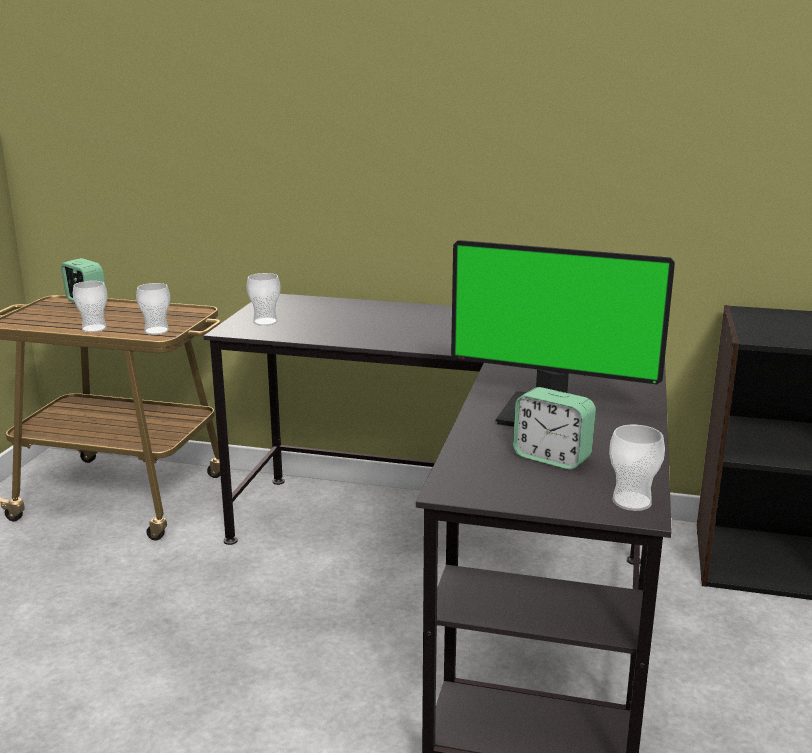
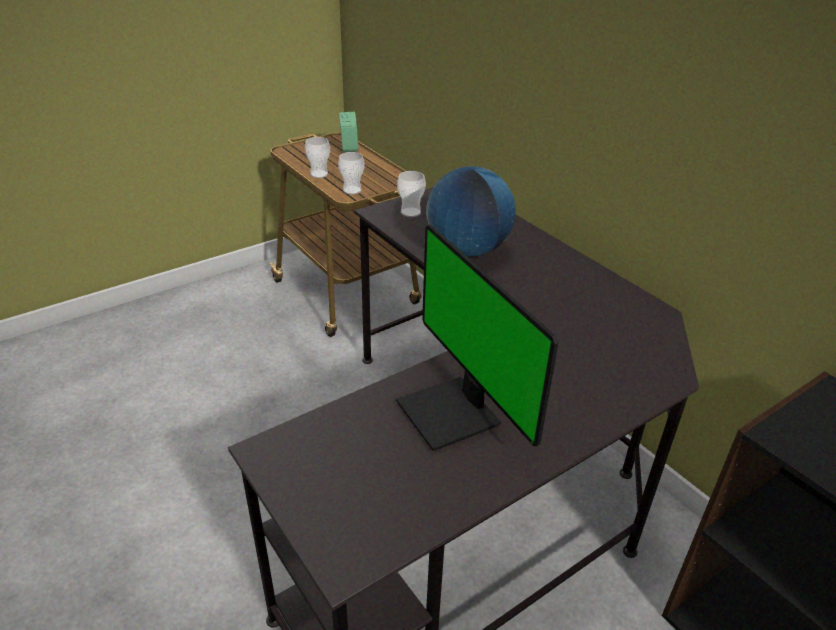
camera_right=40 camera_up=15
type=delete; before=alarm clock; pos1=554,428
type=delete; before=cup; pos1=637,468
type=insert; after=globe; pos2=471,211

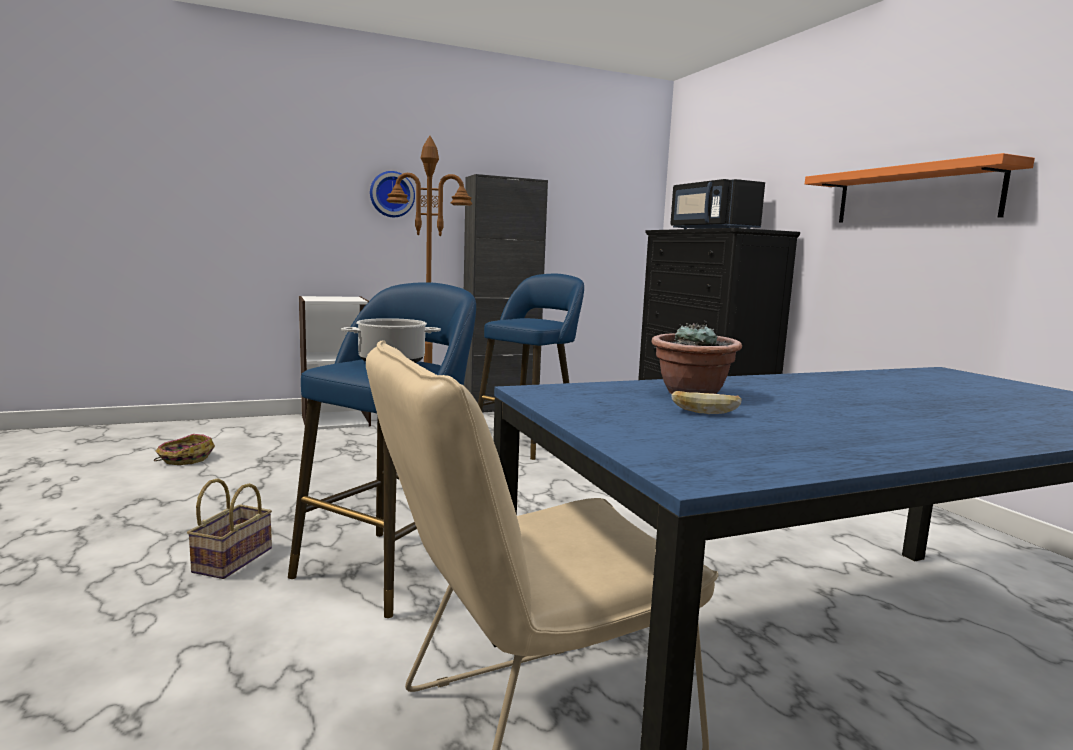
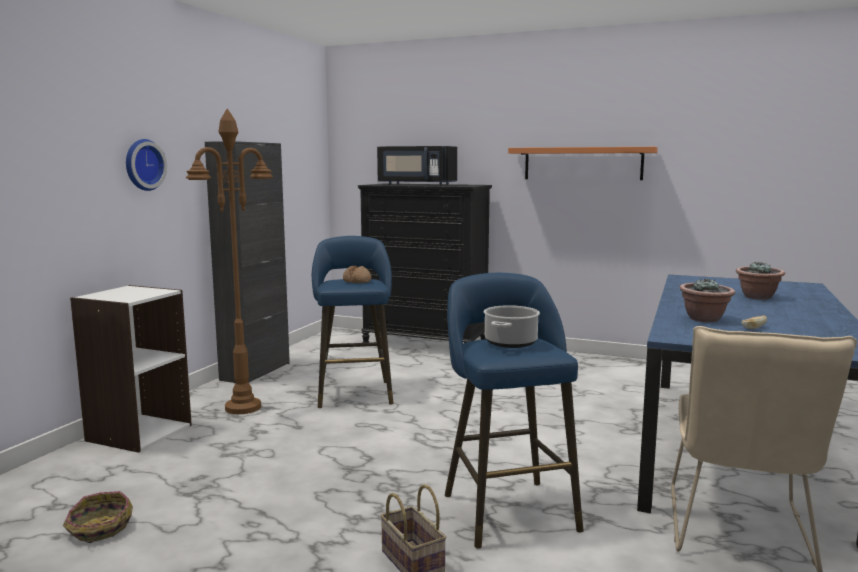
camera_right=-45 camera_up=0
type=insert; after=bread; pos2=357,274
type=insert; after=potted plant; pos2=760,281

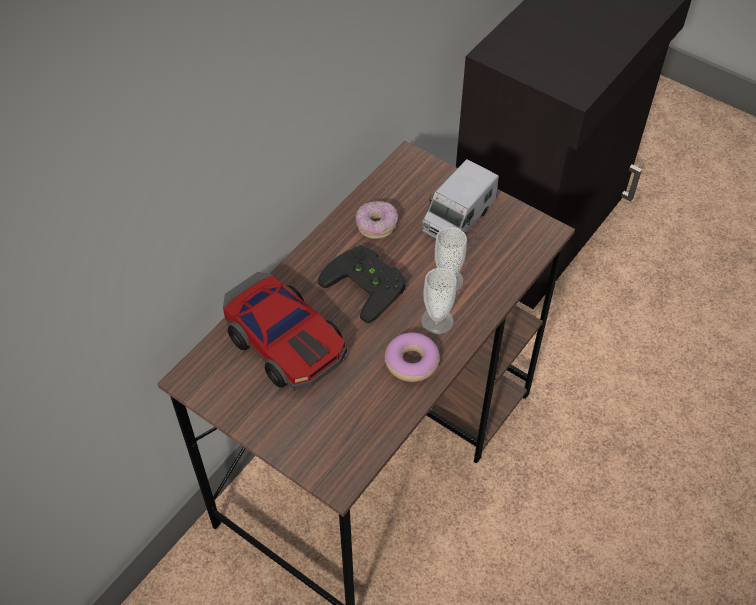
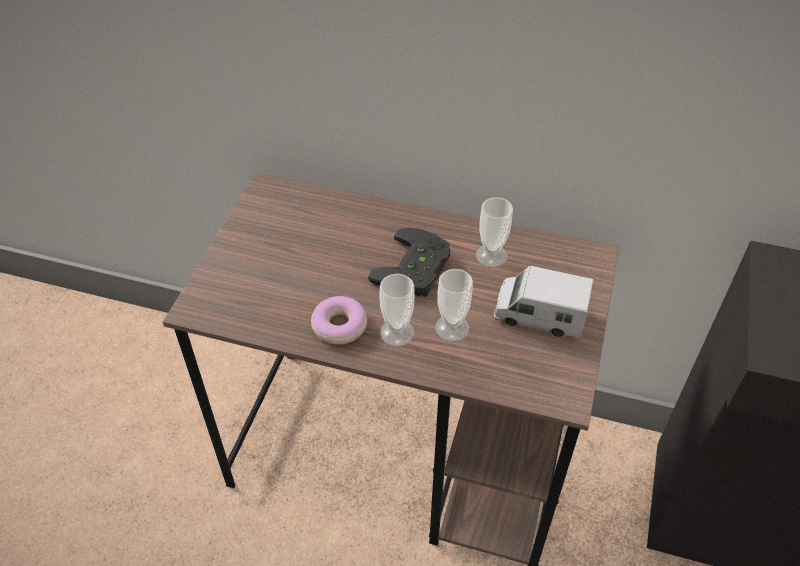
camera_right=70 camera_up=-5
type=delete; before=toy car; pos1=285,331
type=replace; before=donut; after=cup; pos1=377,220; pos2=494,232

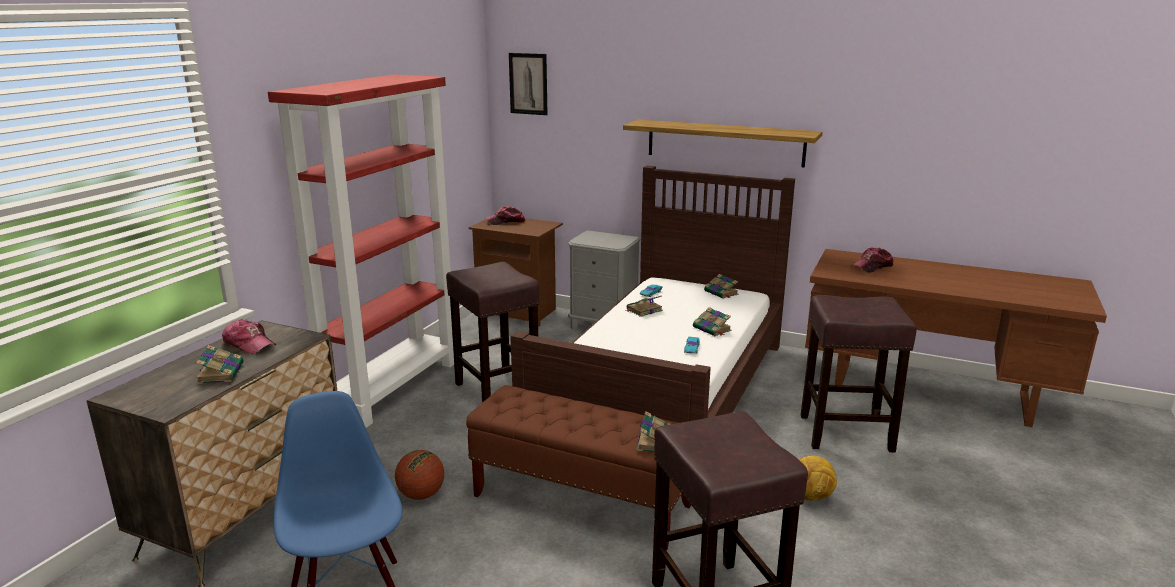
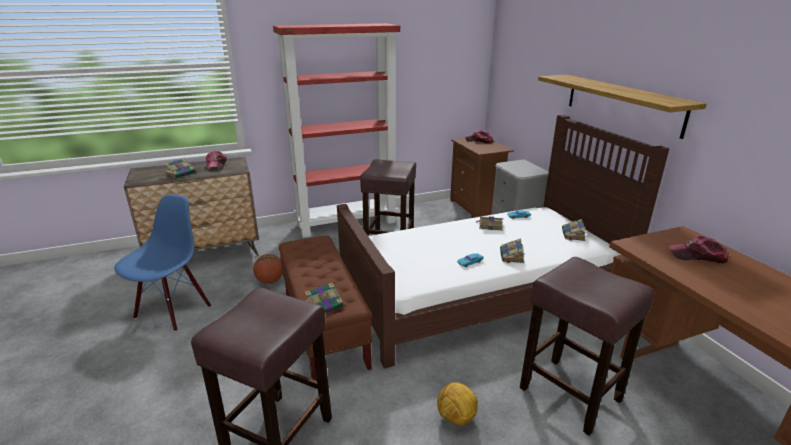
camera_right=45 camera_up=5
type=delete; before=picture; pos1=528,84

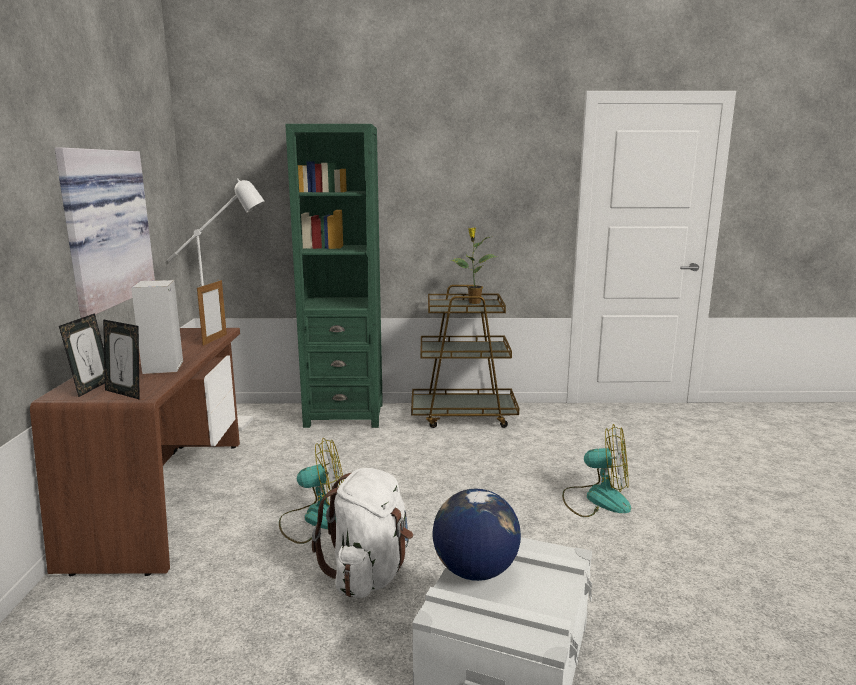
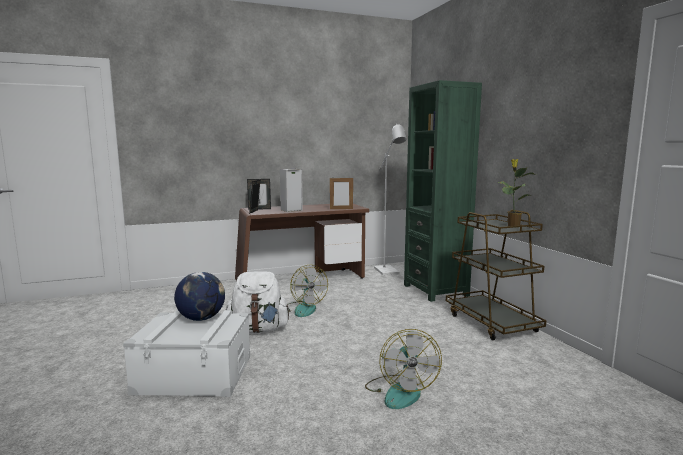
camera_right=70 camera_up=-5
type=delete; before=picture; pos1=105,233

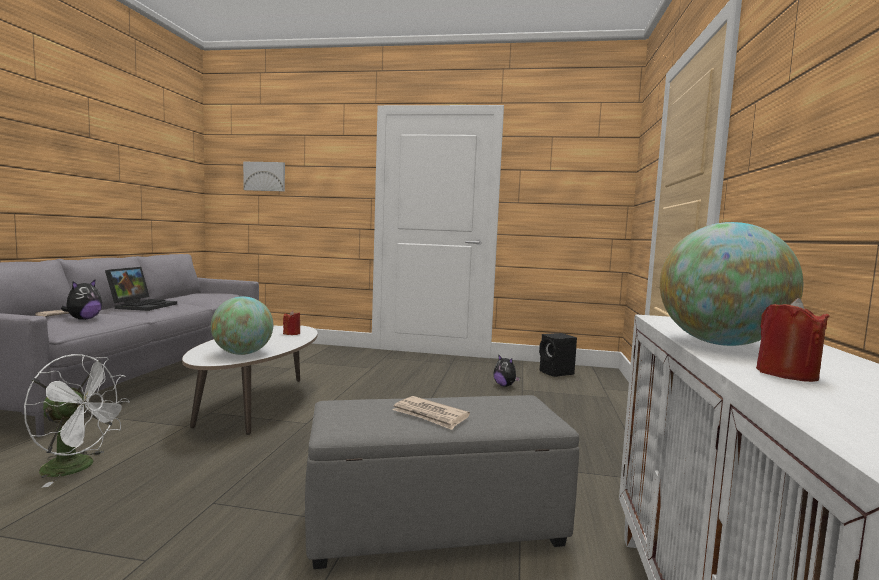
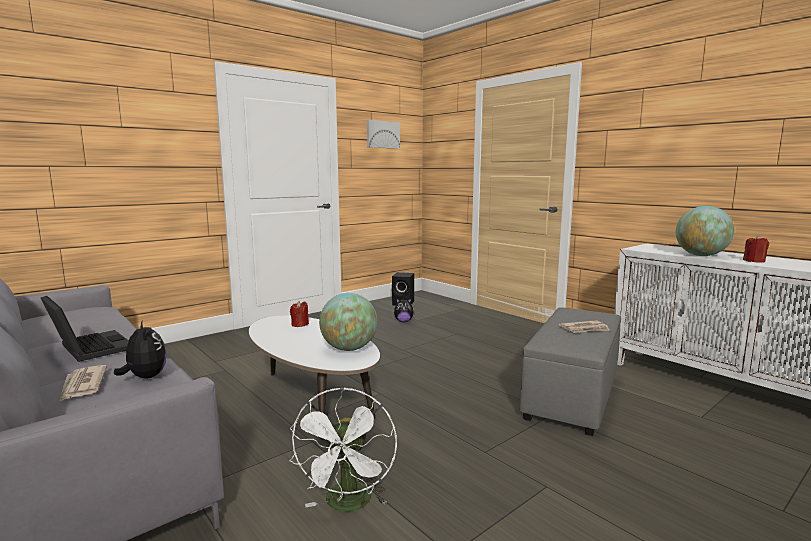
camera_right=-50 camera_up=5
type=move; before=picture; pos1=264,177; pos2=383,134
type=rotate; before=fan/white; pos1=77,421; pos2=343,449; turn=135

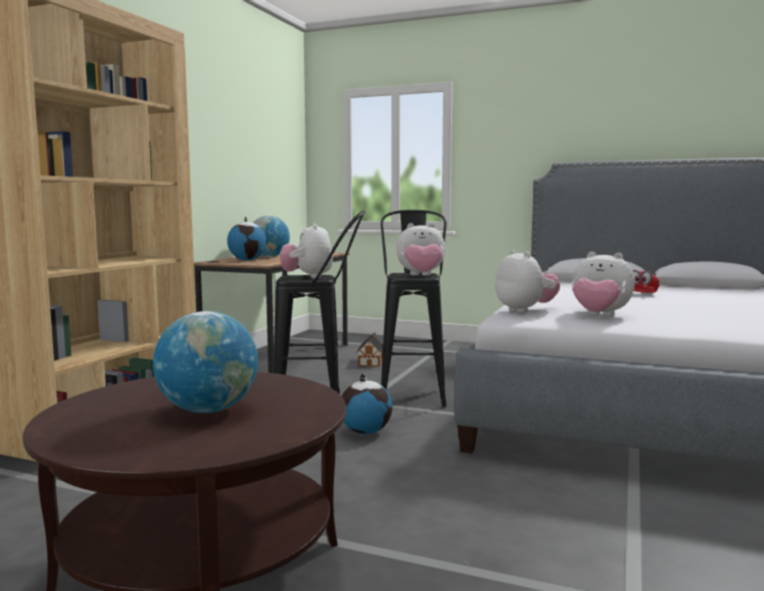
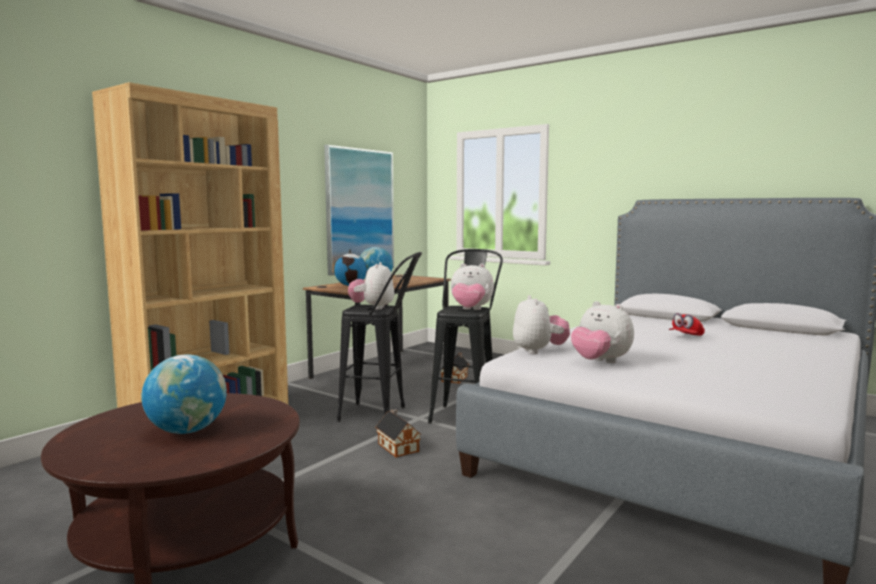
camera_right=15 camera_up=0
type=insert; after=picture; pos2=359,210
type=replace; before=globe; after=toy house; pos1=367,404; pos2=398,433

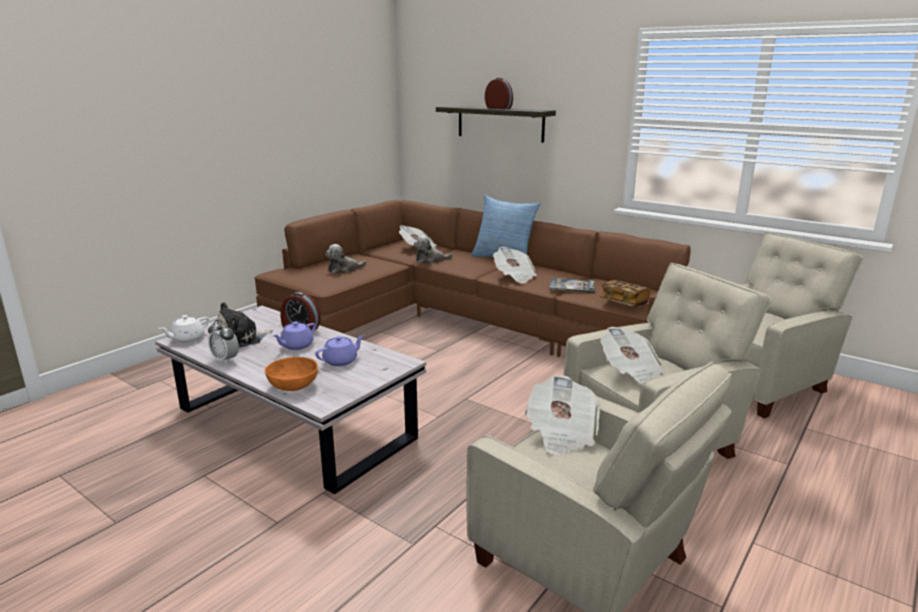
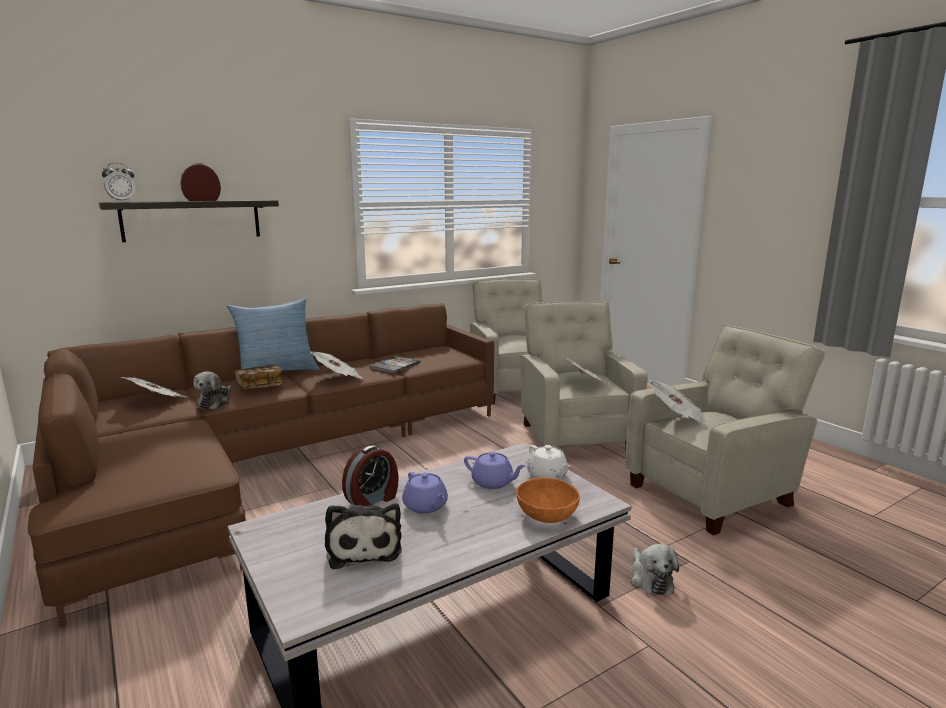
camera_right=-70 camera_up=-5
type=move; before=teapot/white; pos1=184,329; pos2=548,462
type=move; before=alarm clock; pos1=223,342; pos2=119,182
type=move; before=plush toy; pos1=346,259; pos2=655,570
type=move; before=book; pos1=625,293; pos2=259,377
type=rotate; before=teapot/purple; pos1=339,350; pos2=495,470; turn=135

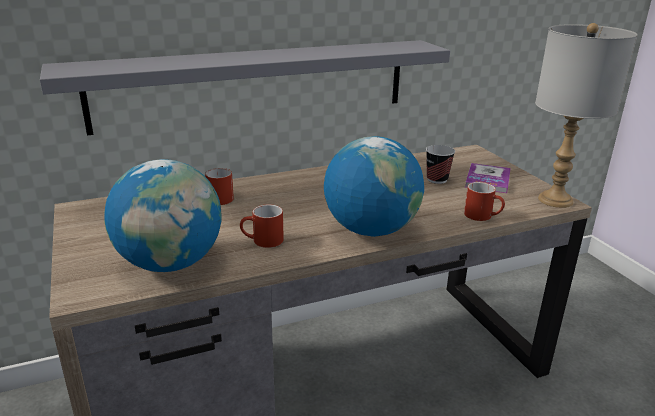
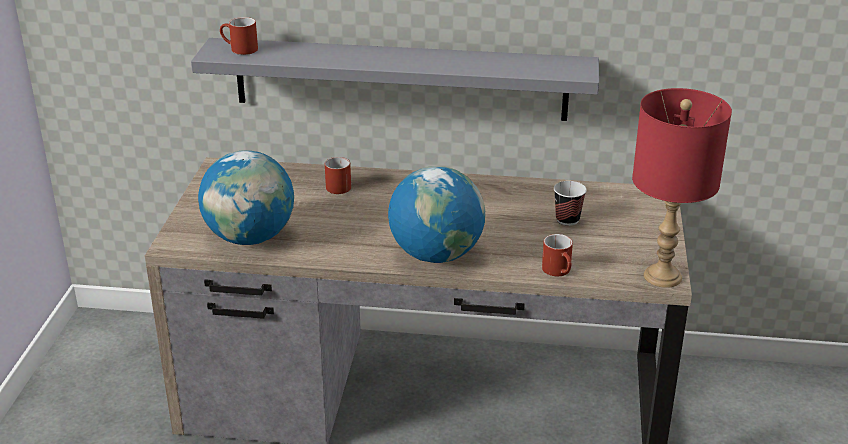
camera_right=30 camera_up=5
type=delete; before=book; pos1=488,178
type=move; before=mug/red; pos1=262,226; pos2=239,36
type=recolor; before=table lamp/grey; after=table lamp/red; pos1=586,115; pos2=682,188

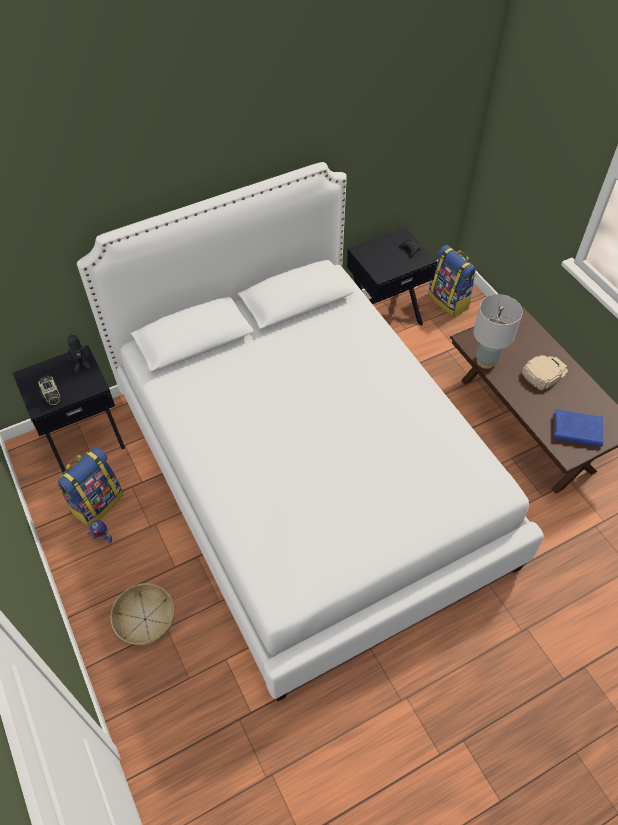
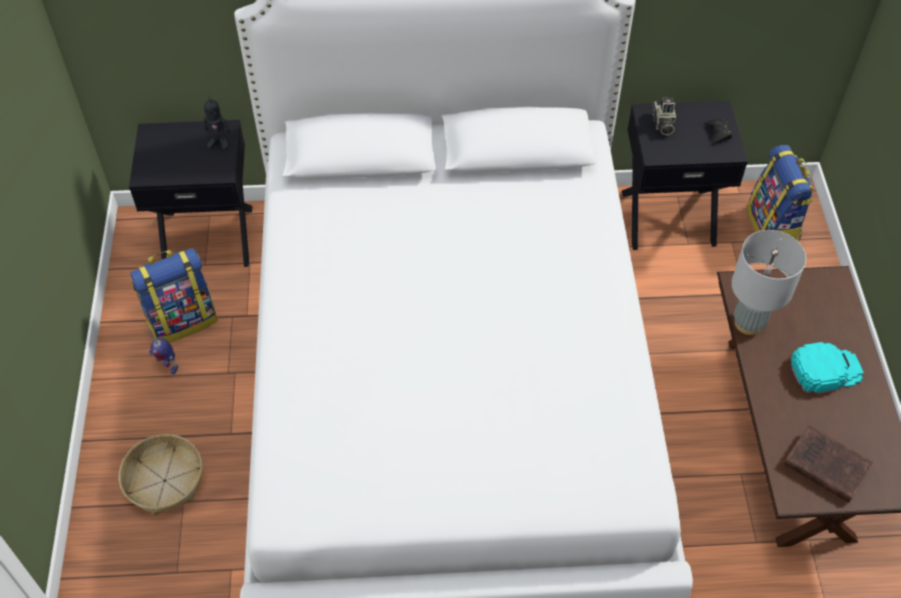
camera_right=25 camera_up=0
type=move; before=photo camera; pos1=49,390; pos2=664,116
type=recolor; before=cap/beige; after=cap/turquoise; pos1=545,373; pos2=827,368
type=recolor; before=book/blue; after=book/brown; pos1=578,428; pos2=828,464

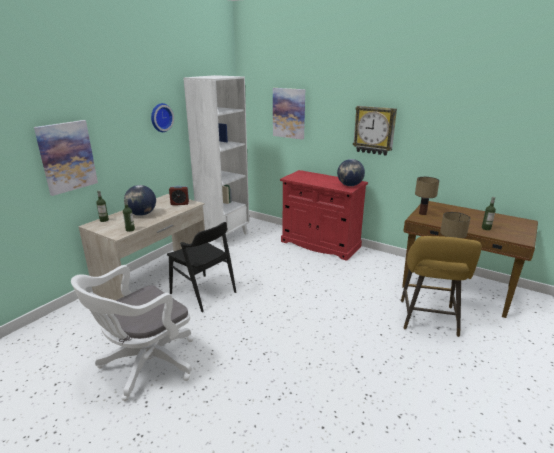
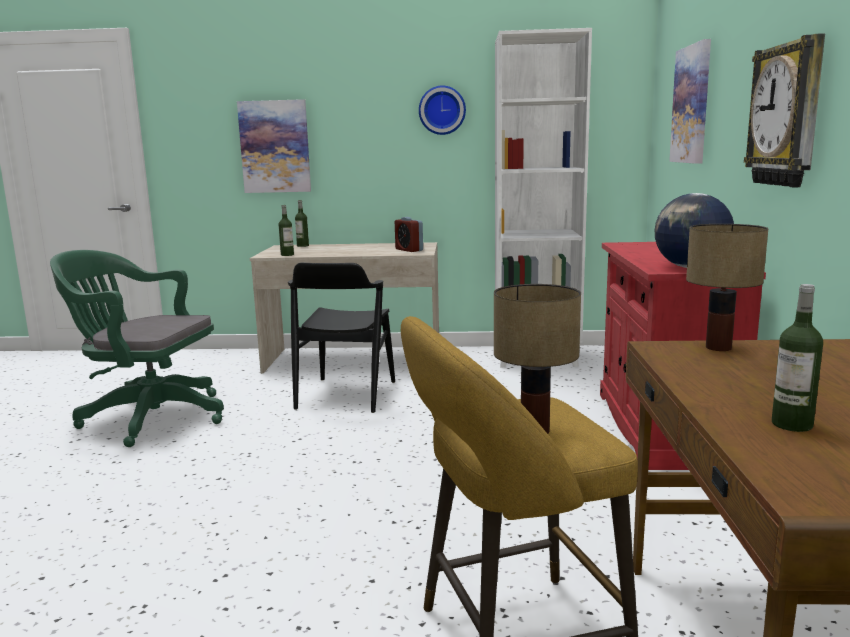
camera_right=60 camera_up=-10
type=delete; before=globe; pos1=140,200
type=recolor; before=office chair/white; after=office chair/green; pos1=132,333; pos2=137,348

